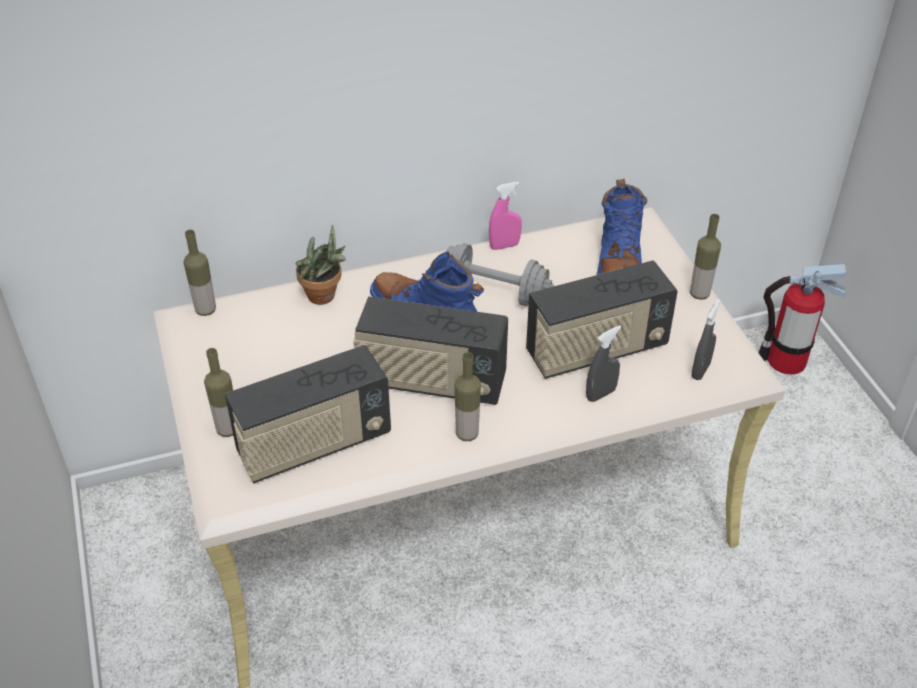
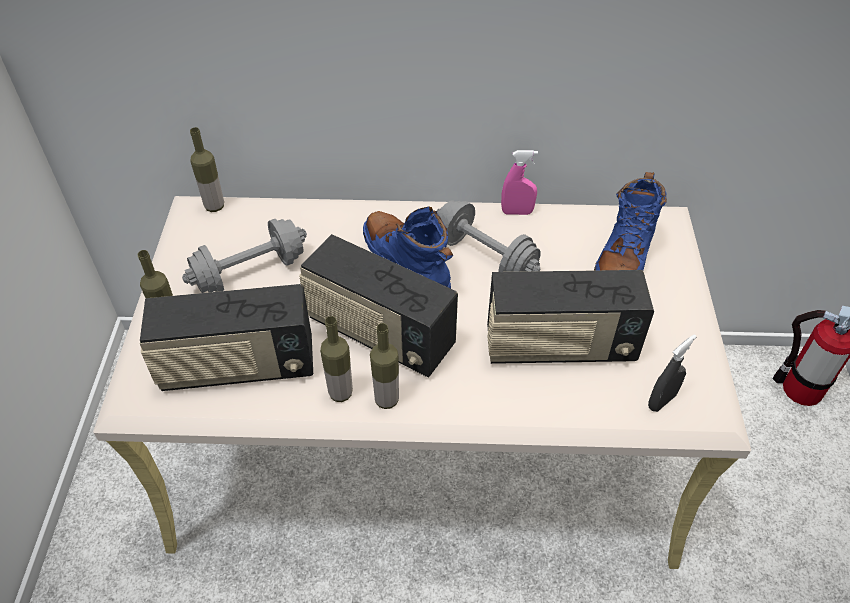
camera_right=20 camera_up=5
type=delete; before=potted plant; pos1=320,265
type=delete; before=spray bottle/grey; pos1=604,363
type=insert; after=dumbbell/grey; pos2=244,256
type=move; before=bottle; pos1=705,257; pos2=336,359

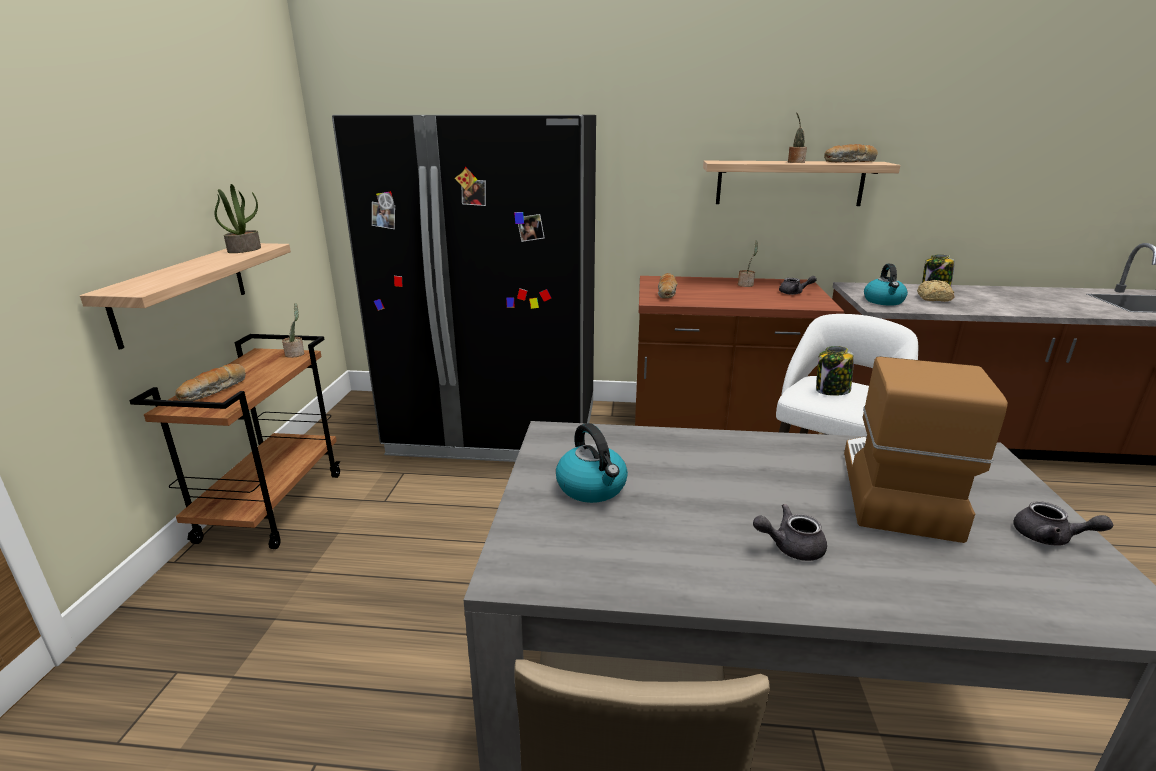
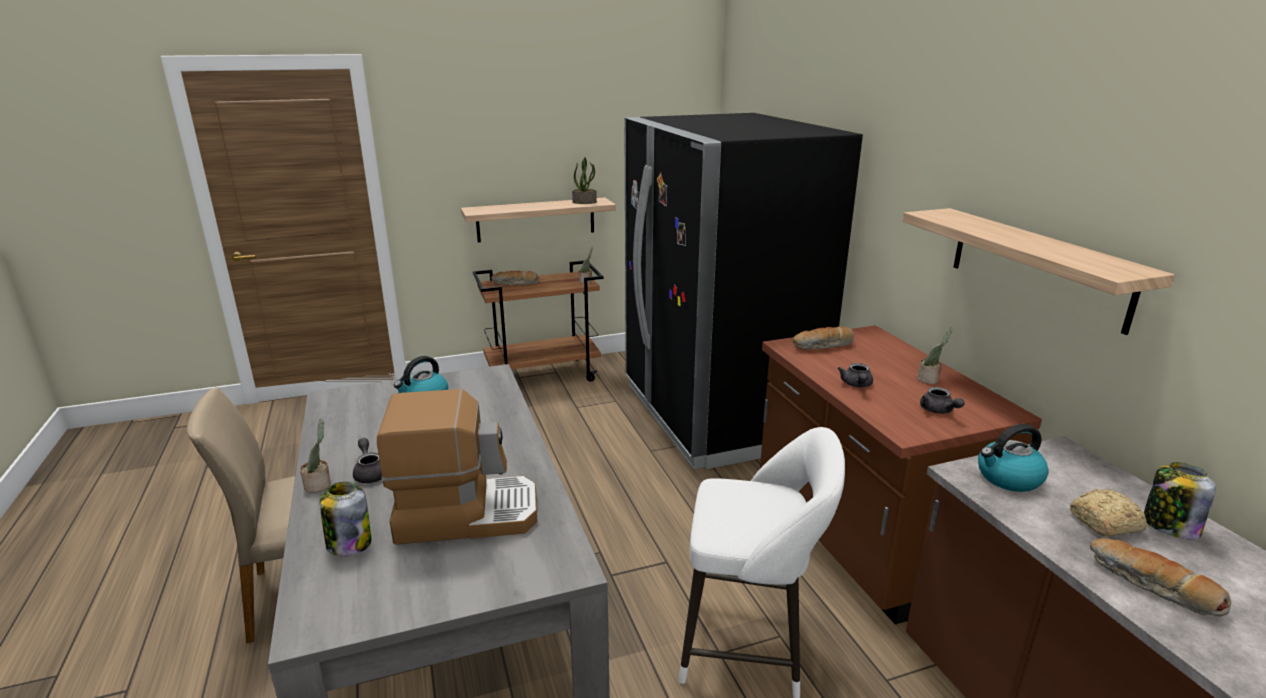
camera_right=65 camera_up=0
type=move; before=potted plant; pos1=797,137; pos2=315,455
type=move; before=jar; pos1=835,371; pos2=345,519
type=move; before=bread; pos1=851,153; pos2=1160,577
type=move; before=teapot/grey; pos1=1063,523; pos2=855,375

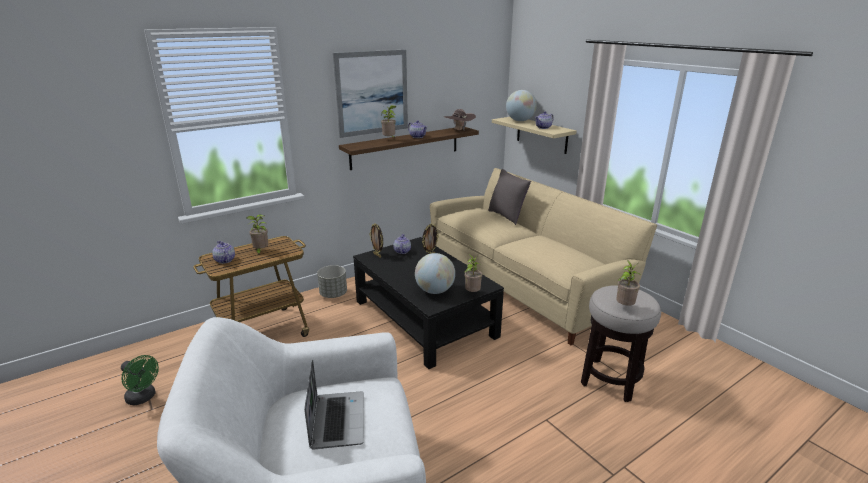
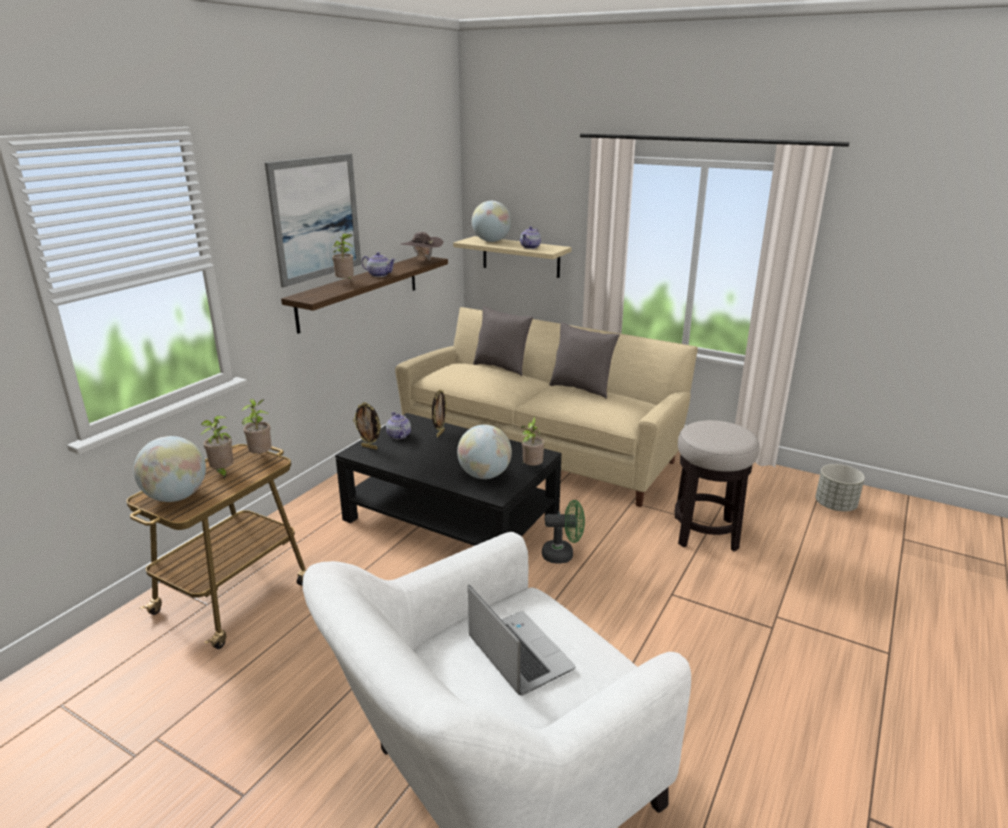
camera_right=-25 camera_up=0
type=insert; after=pillow/grey; pos2=584,361
type=move; before=fan/green; pos1=140,380; pos2=563,532
type=move; before=planter/grey; pos1=332,281; pos2=840,487
type=move; before=potted plant; pos1=628,283; pos2=256,426
type=replace; before=teapot; after=globe; pos1=223,252; pos2=170,469

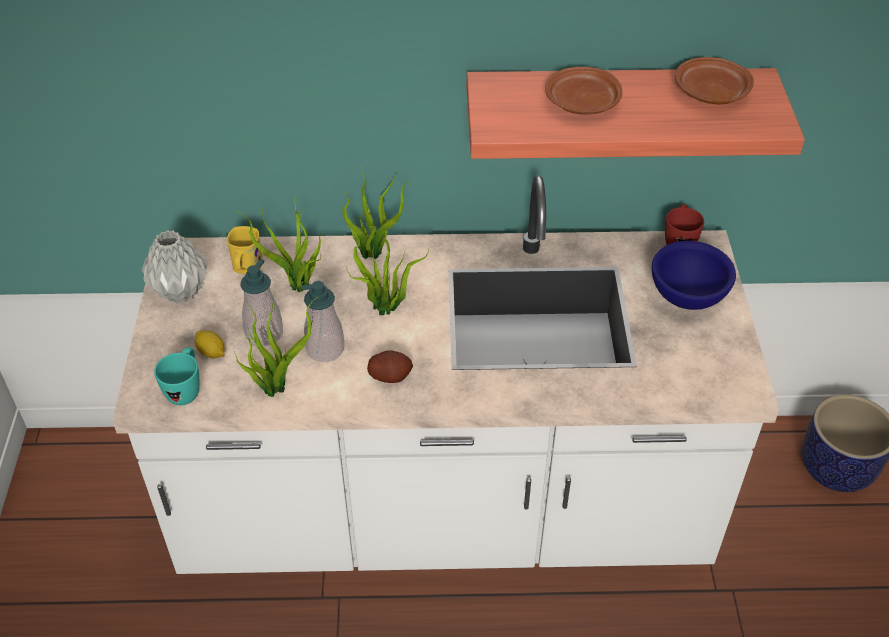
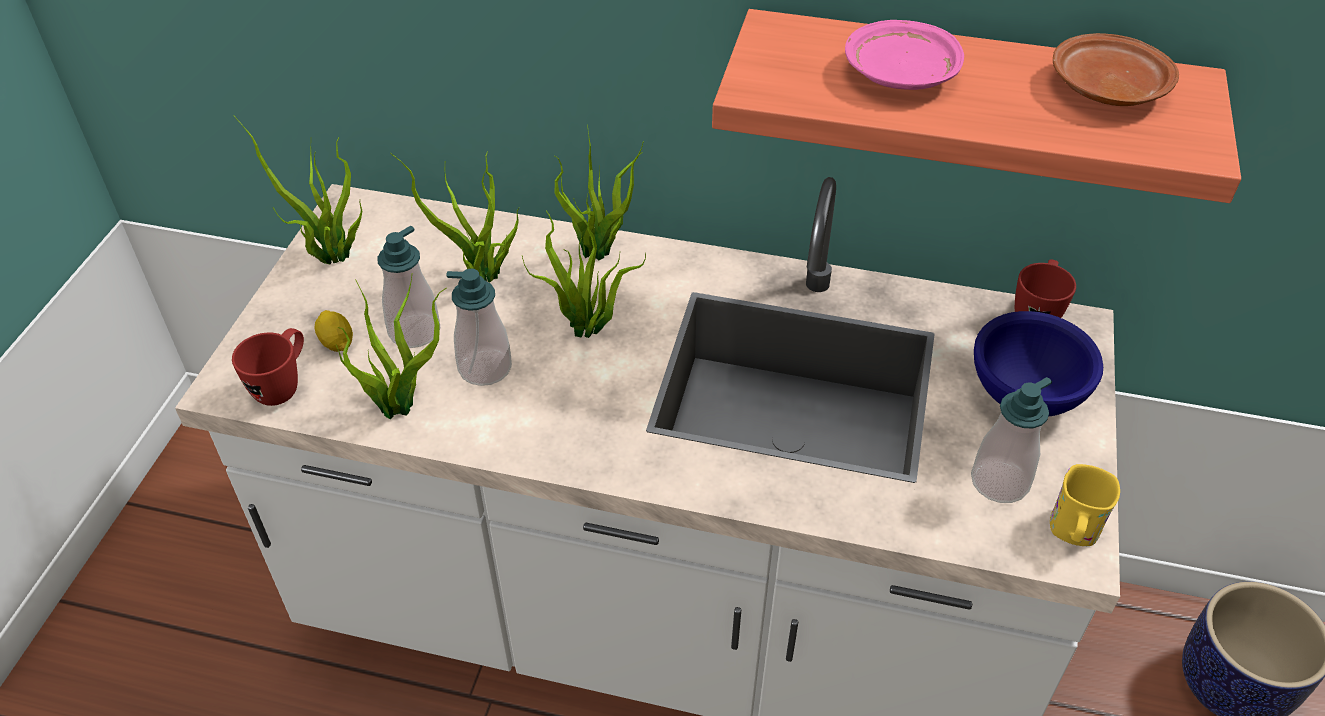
camera_right=15 camera_up=0
type=delete; before=potato; pos1=390,366
type=insert; after=soap dispenser; pos2=1011,440
type=move; before=mug/yellow; pos1=244,250; pos2=1085,505
type=replace; before=vase/grey; after=potted plant; pos1=175,267; pos2=297,189
type=recolor; before=mug/turquoise; after=mug/red; pos1=177,376; pos2=268,367
type=recolor; before=plate/brown; after=plate/pink; pos1=584,91; pos2=904,55

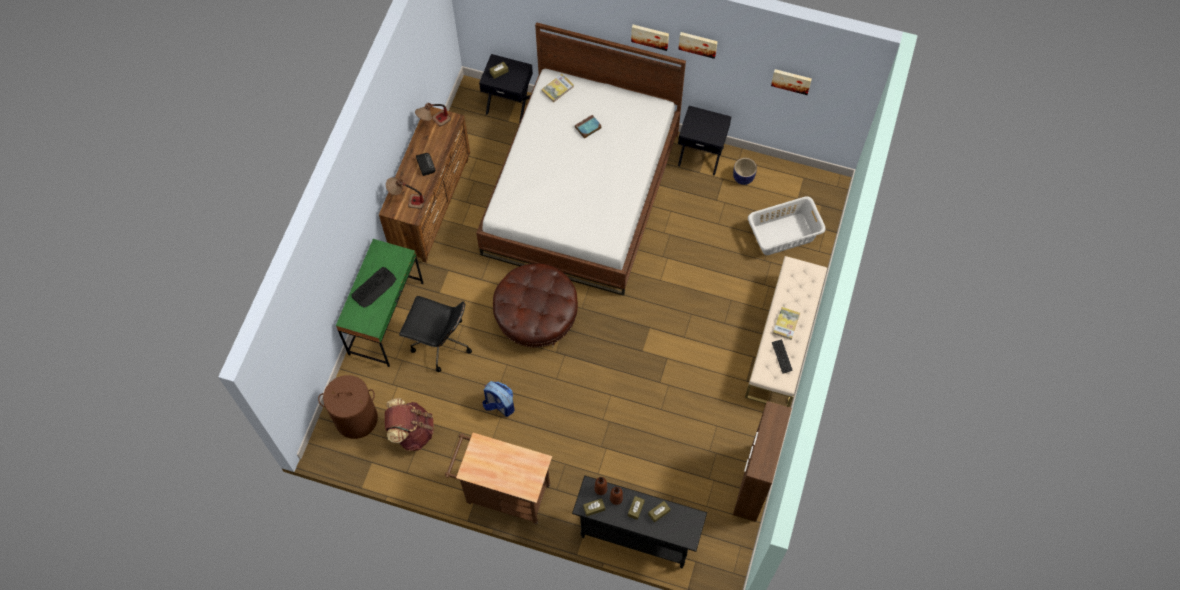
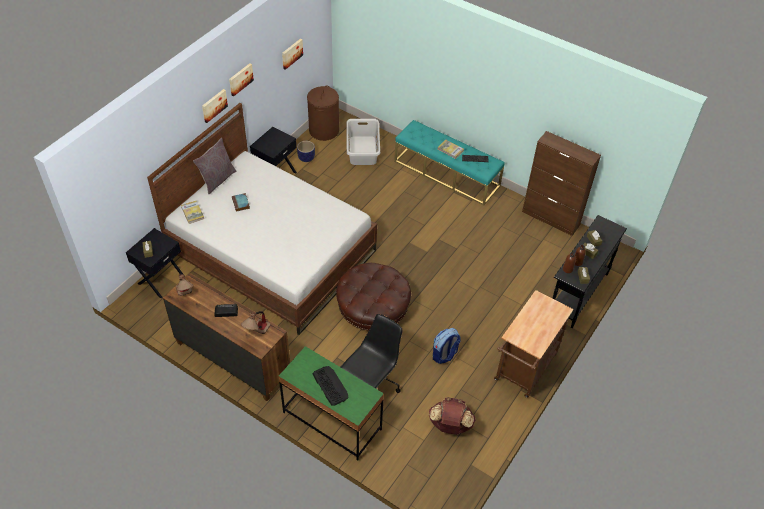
camera_right=-75 camera_up=-15
type=insert; after=pillow/grey; pos2=215,166
type=move; before=laundry basket/brown; pos1=348,407; pos2=323,113
type=recolor; before=bench/beige; after=bench/turquoise; pos1=786,331; pos2=449,162

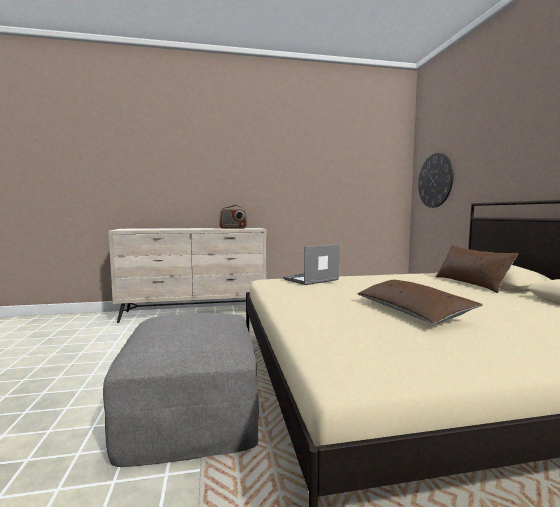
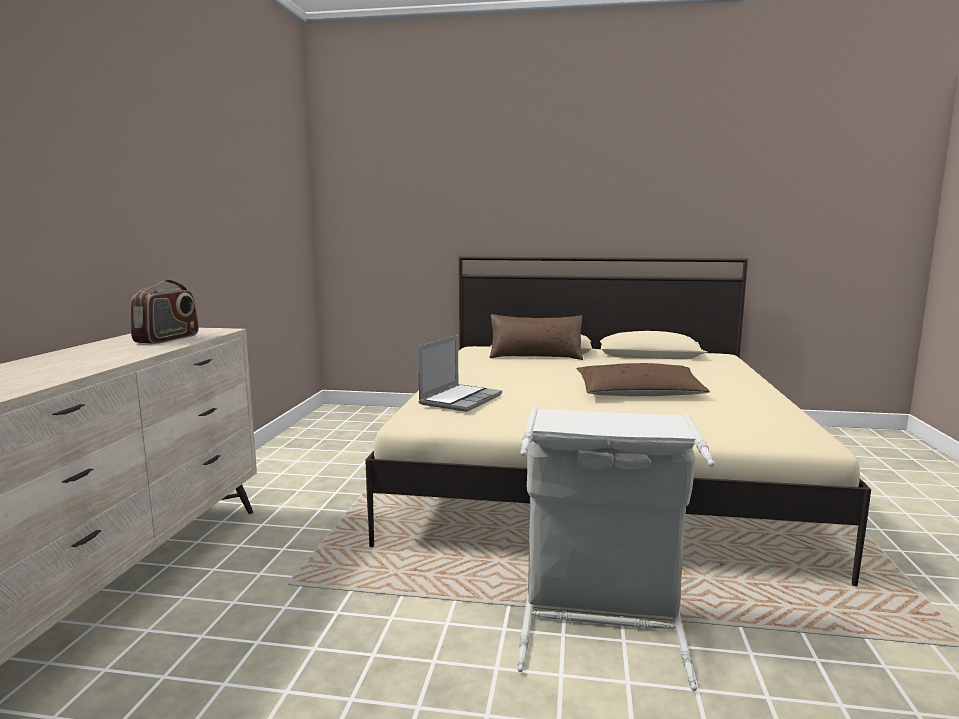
camera_right=-70 camera_up=5
type=delete; before=wall clock; pos1=435,180
type=replace; before=ottoman/grey; after=laundry basket/grey; pos1=181,390; pos2=616,549
type=rotate; before=laptop; pos1=311,264; pos2=460,373; turn=-135

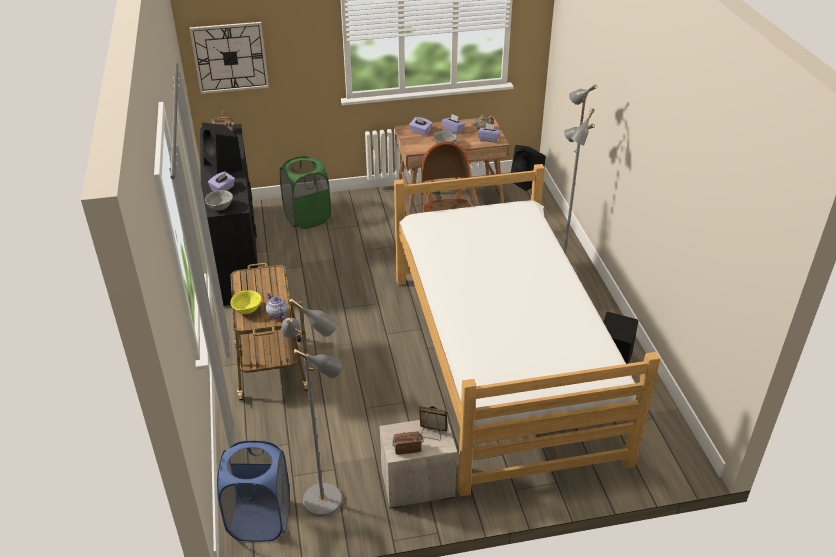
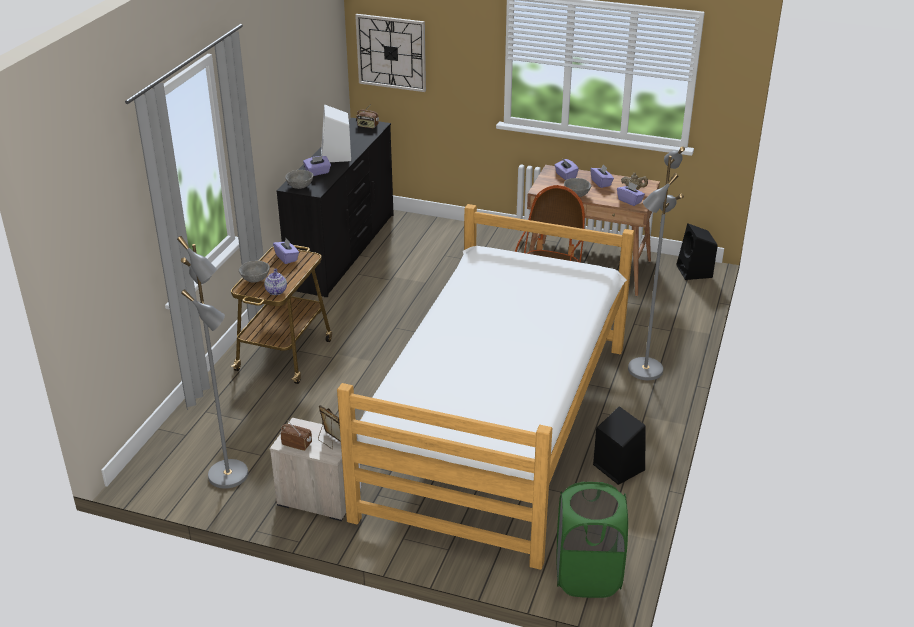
camera_right=30 camera_up=-5
type=delete; before=laundry basket/blue; pos1=253,491
type=insert; after=tissue box/purple; pos2=286,251
type=move; before=laundry basket/green; pos1=305,192; pos2=592,539
type=recolor; before=speaker/black; after=speaker/white; pos1=222,149; pos2=336,133
type=recolor; before=bowl/yellow; after=bowl/grey; pos1=246,302; pos2=254,271

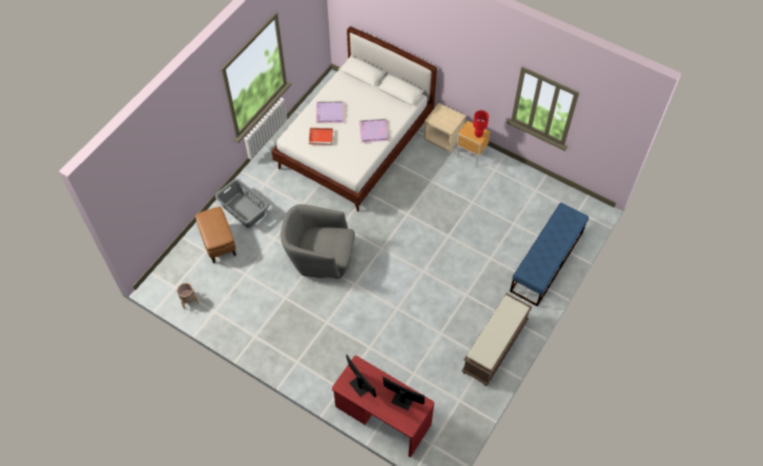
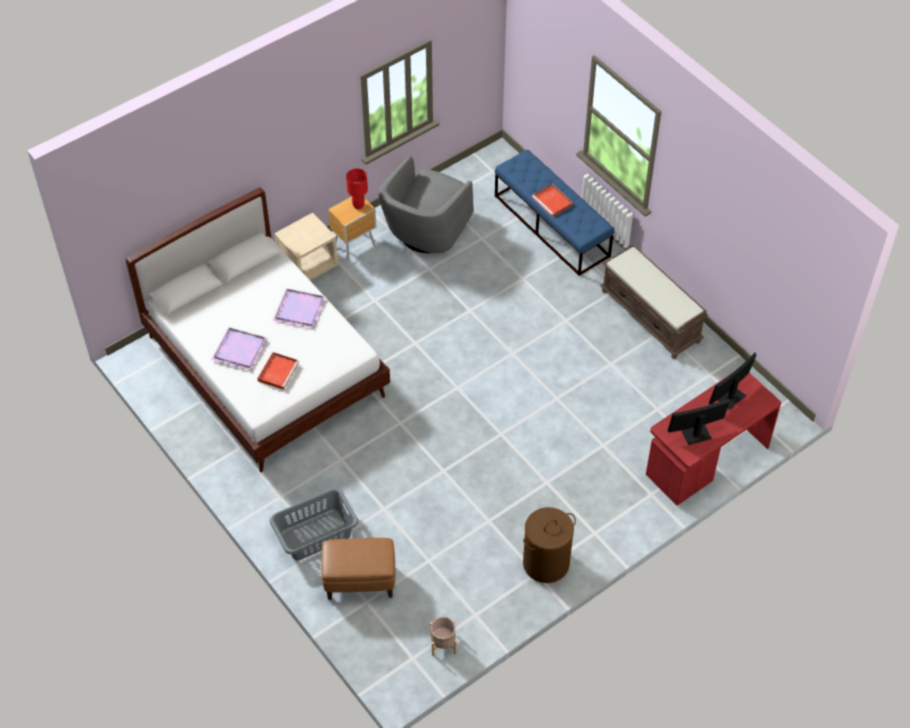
camera_right=-70 camera_up=-5
type=insert; after=laundry basket/brown; pos2=549,545
type=insert; after=tray/red; pos2=552,200
type=move; before=armchair/grey; pos1=318,241; pos2=426,204

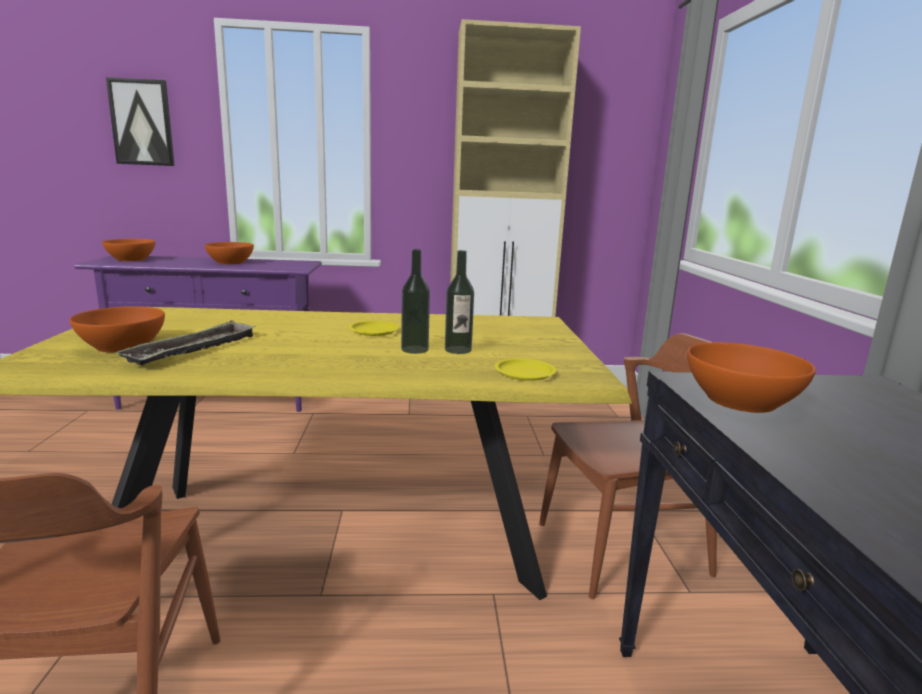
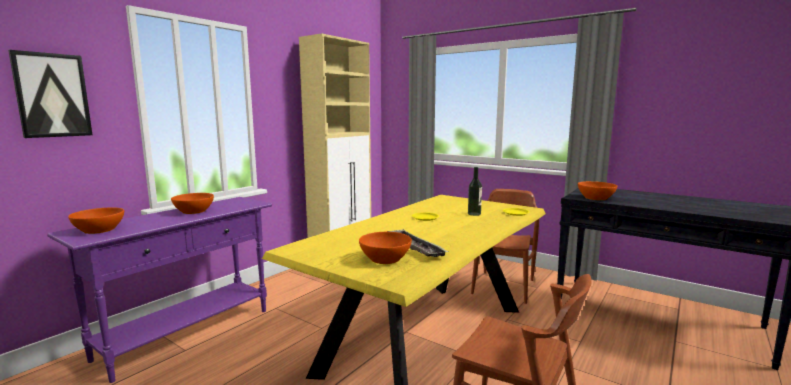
camera_right=-50 camera_up=-5
type=delete; before=bottle; pos1=415,301

